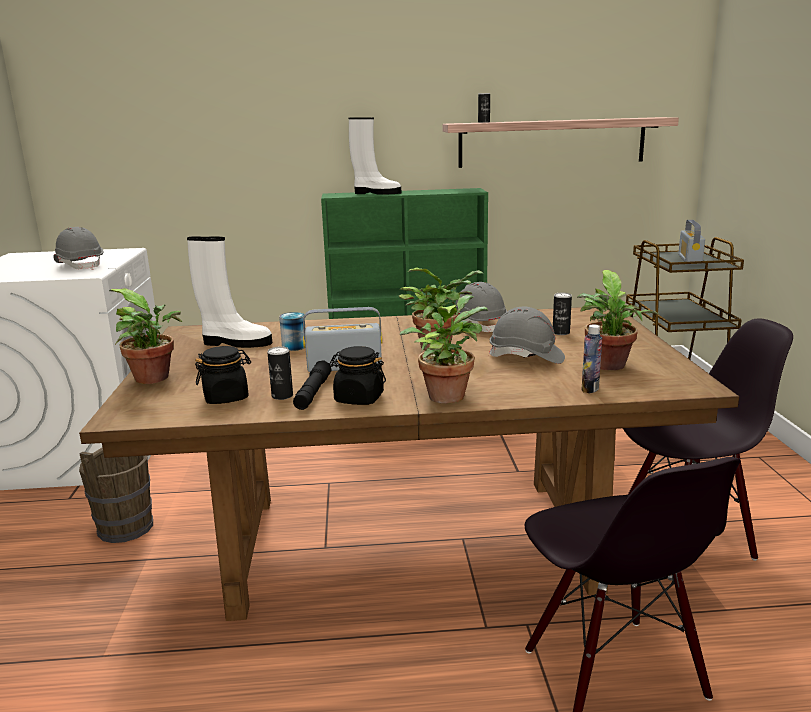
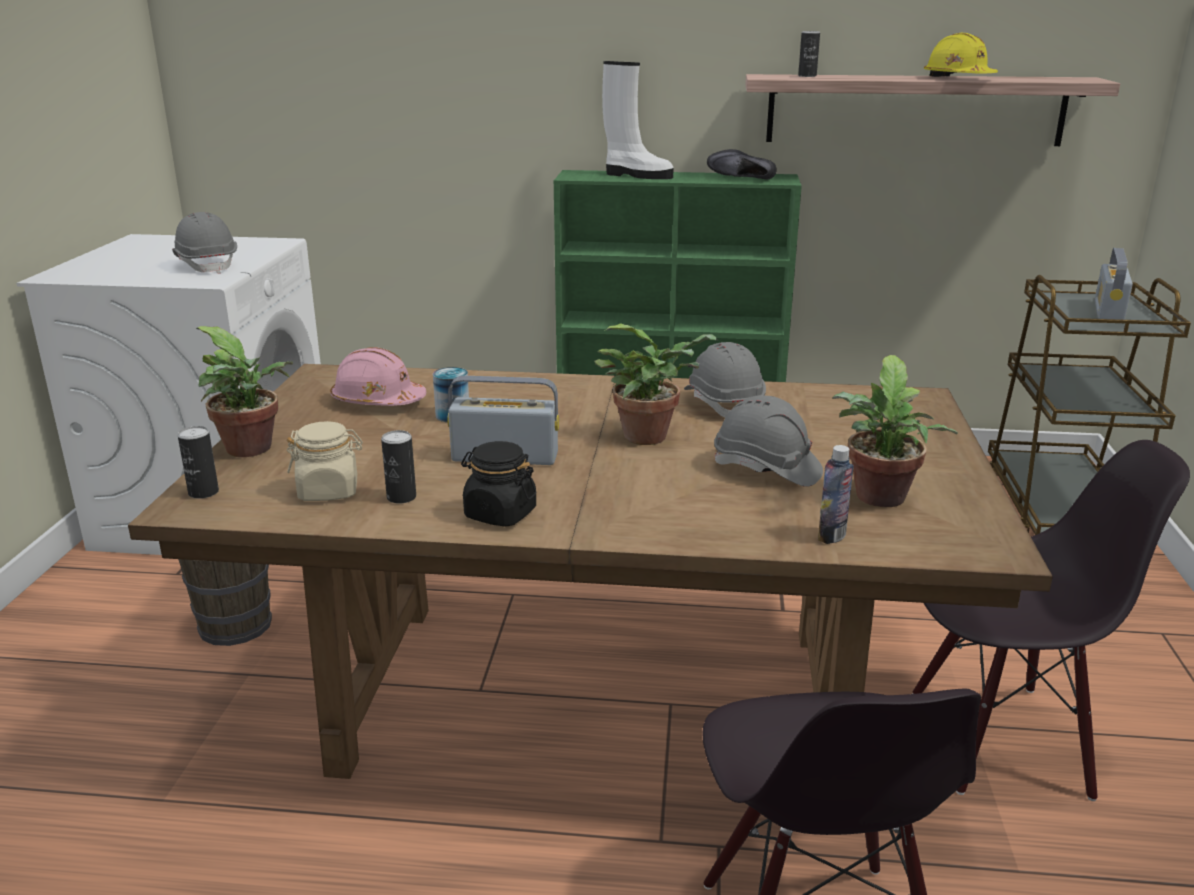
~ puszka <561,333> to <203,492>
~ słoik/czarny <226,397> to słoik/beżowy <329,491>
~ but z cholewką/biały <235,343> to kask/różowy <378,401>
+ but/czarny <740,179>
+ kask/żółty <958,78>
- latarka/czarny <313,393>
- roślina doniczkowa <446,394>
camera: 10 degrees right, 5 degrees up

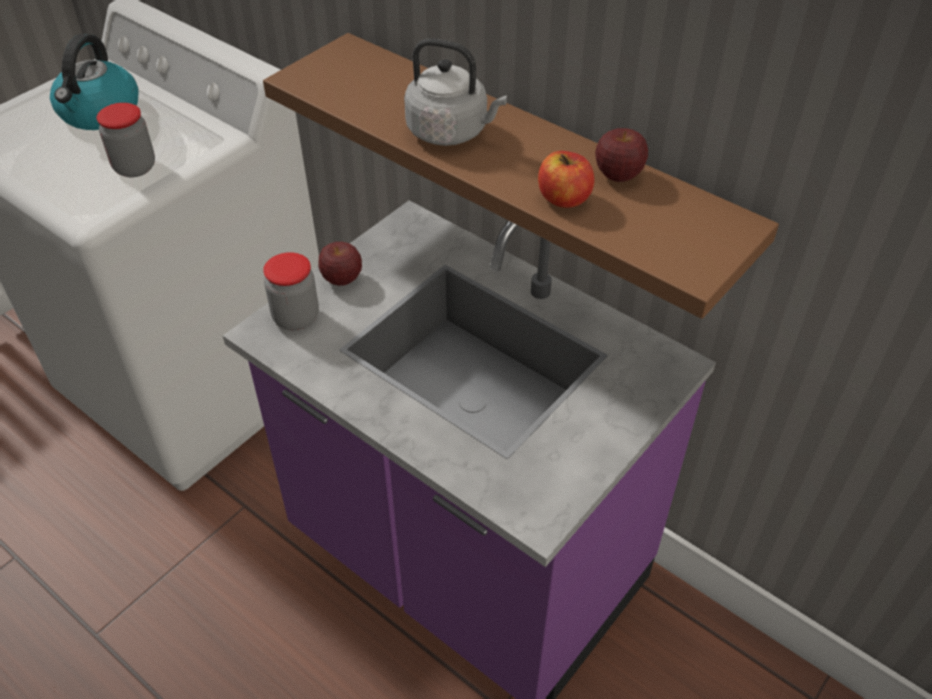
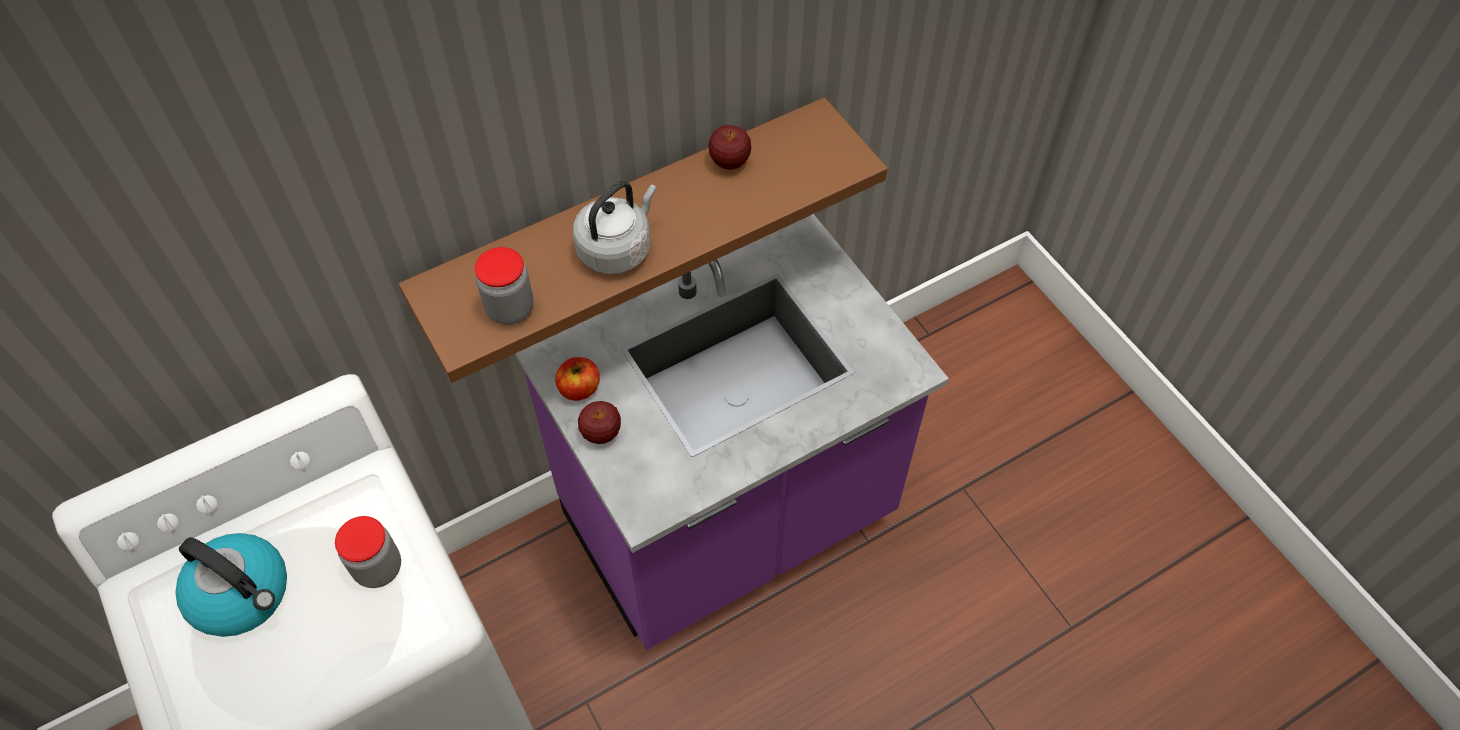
~ słoik <296,318> to <510,309>
~ jabłko <564,198> to <579,388>
camera: 70 degrees left, 10 degrees up

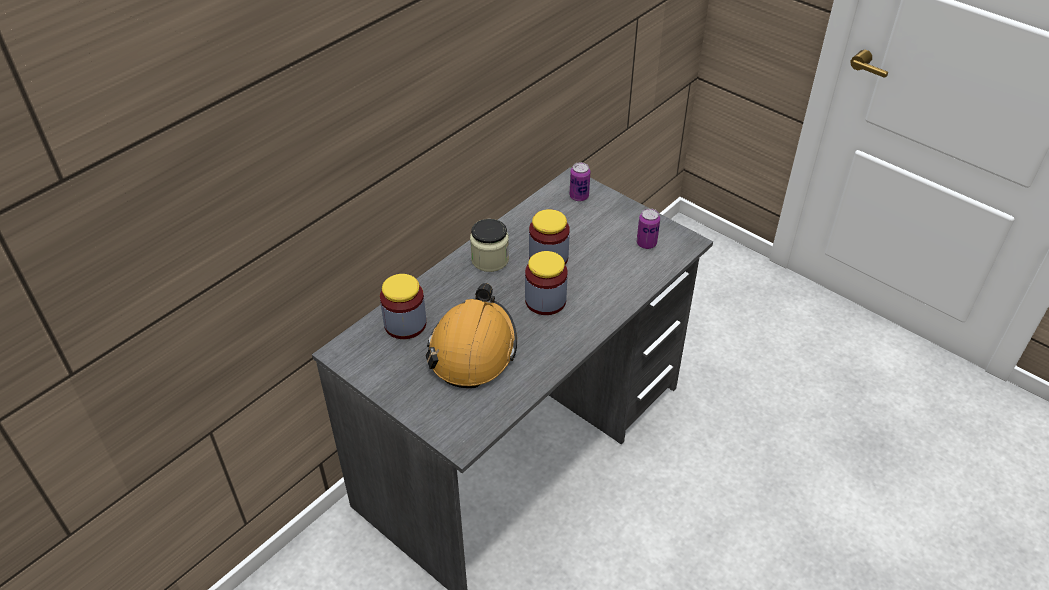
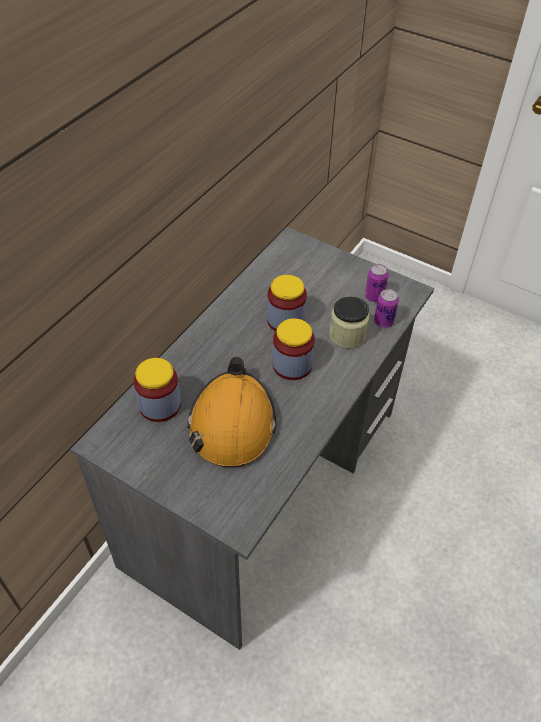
~ słoik <490,259> to <347,335>
~ puszka <579,196> to <383,322>
camera: 10 degrees left, 5 degrees up

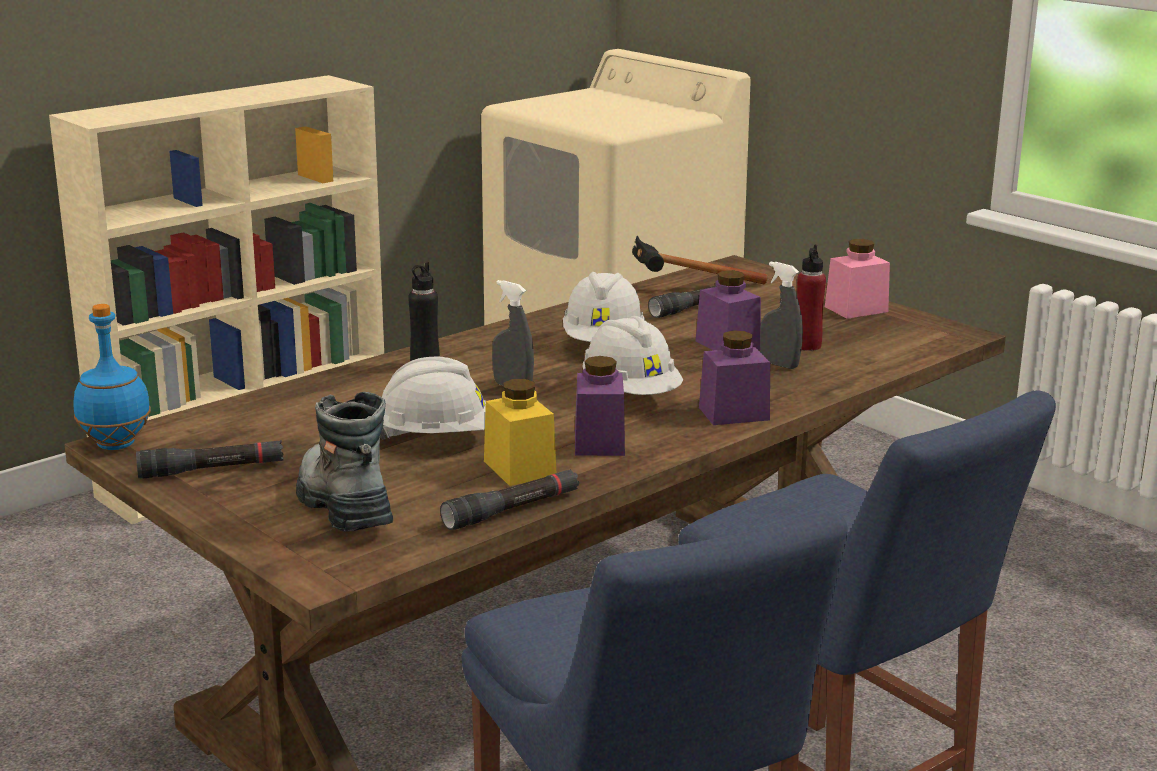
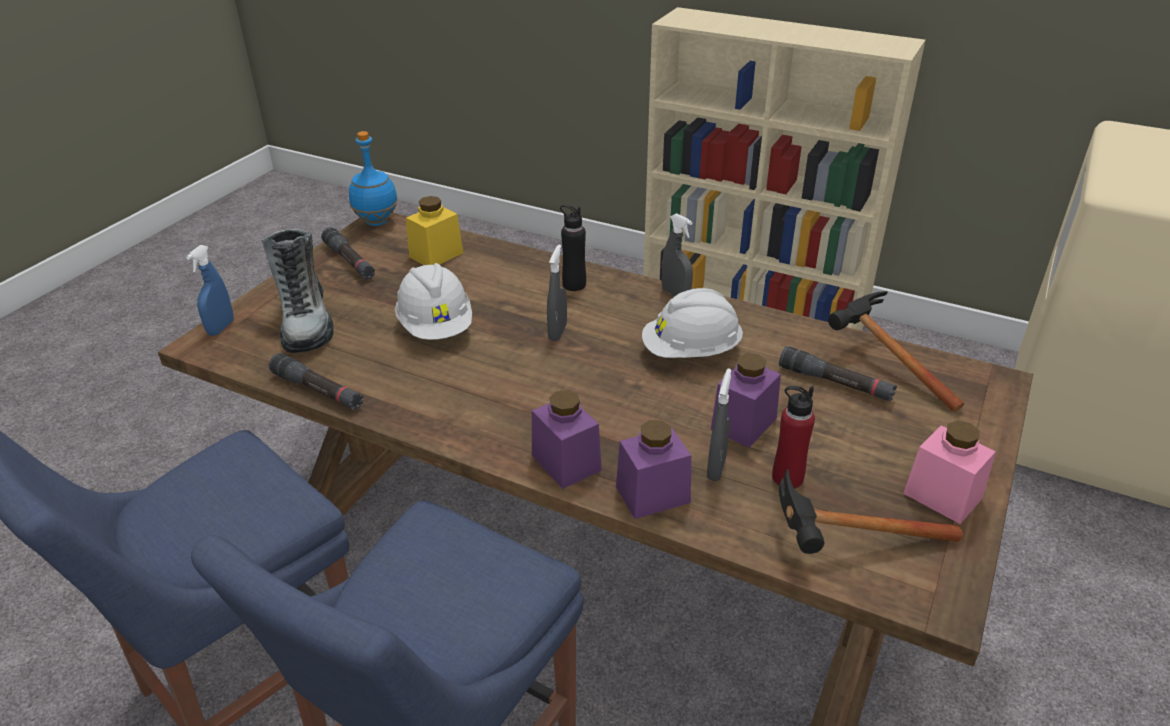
+ spryskiwacz/niebieski <221,328>
~ but z cholewką <343,507> = <306,322> 120 degrees clockwise
~ słoik/żółty <519,468> to <436,255>
~ słoik/fioletowy <599,442> to <652,494>
+ spryskiwacz/szary <675,294>
+ młotek <843,547>
- kask/biały <631,394>
camera: 70 degrees right, 15 degrees up

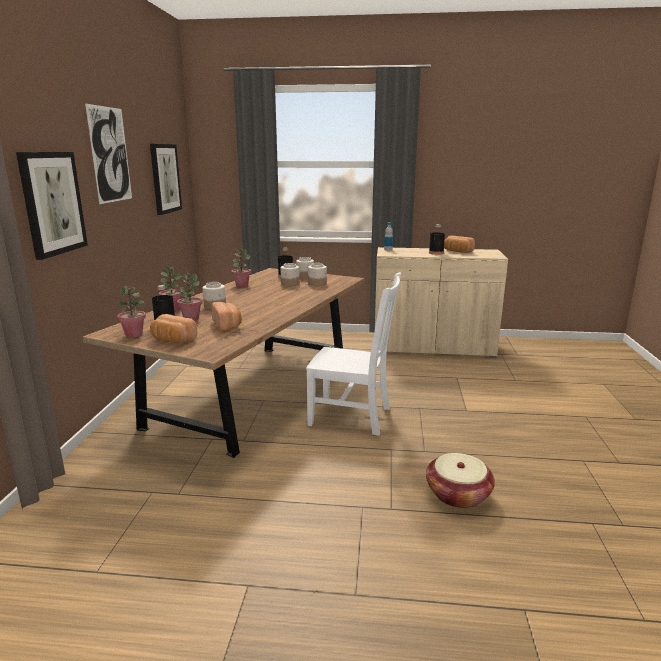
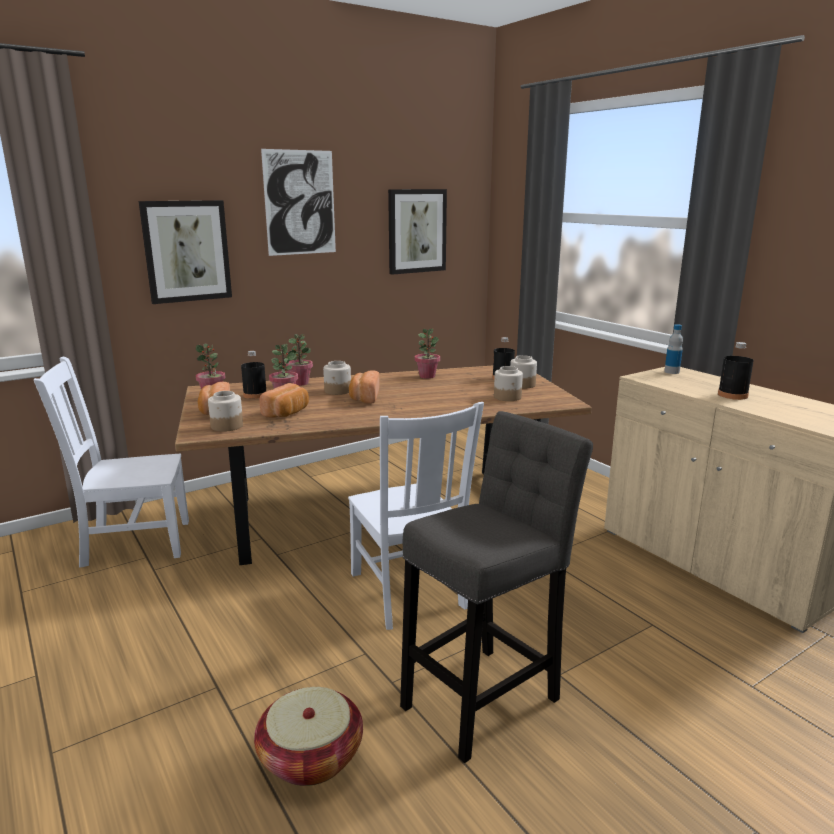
+ krzesło/biały <133,543>
~ słoik <290,284> to <226,426>
~ chleb <457,252> to <364,398>
+ stołek/szary <486,697>
camera: 50 degrees right, 0 degrees up

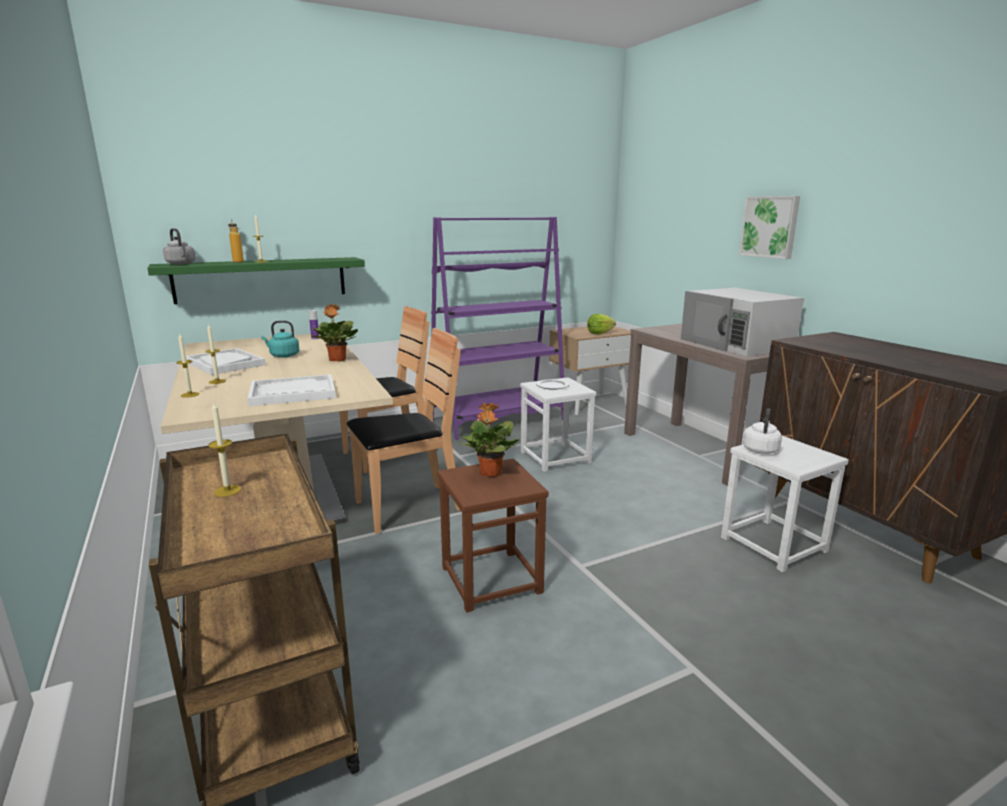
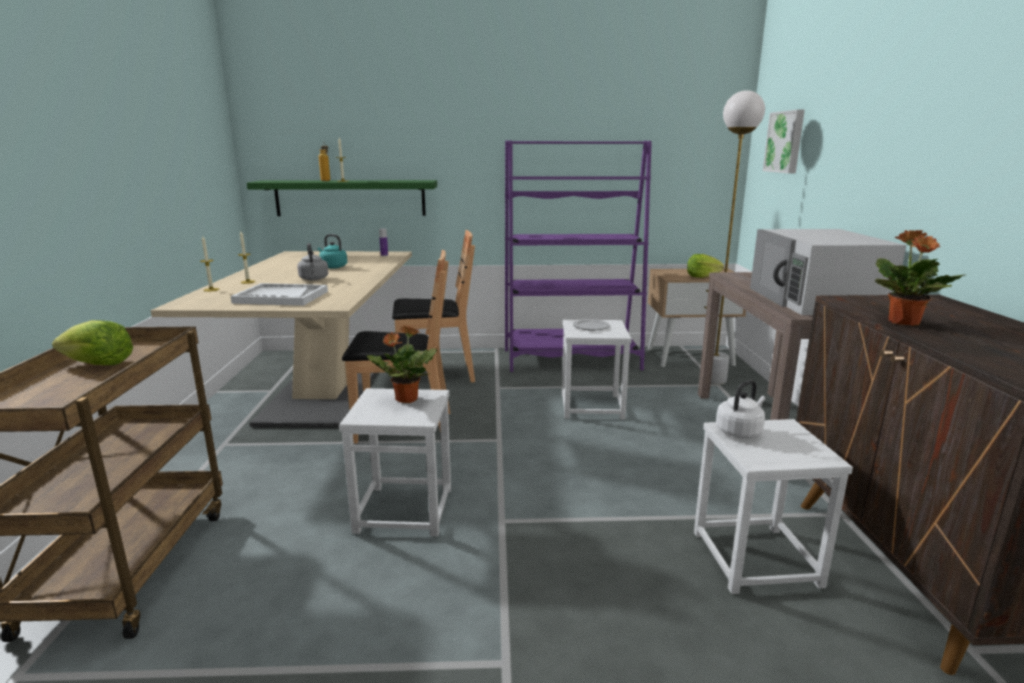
~ świeca <227,491> to sałata <98,364>
~ czajnik/szary <181,264> to <314,279>
~ stołek/brązowy <491,579> to stołek/biały <404,509>
+ lampa stojąca/biały <713,380>
~ obraz <770,227> to <785,142>
~ roślina doniczkowa <337,360> to <903,323>
- taca/biały <225,363>
camera: 25 degrees right, 0 degrees up

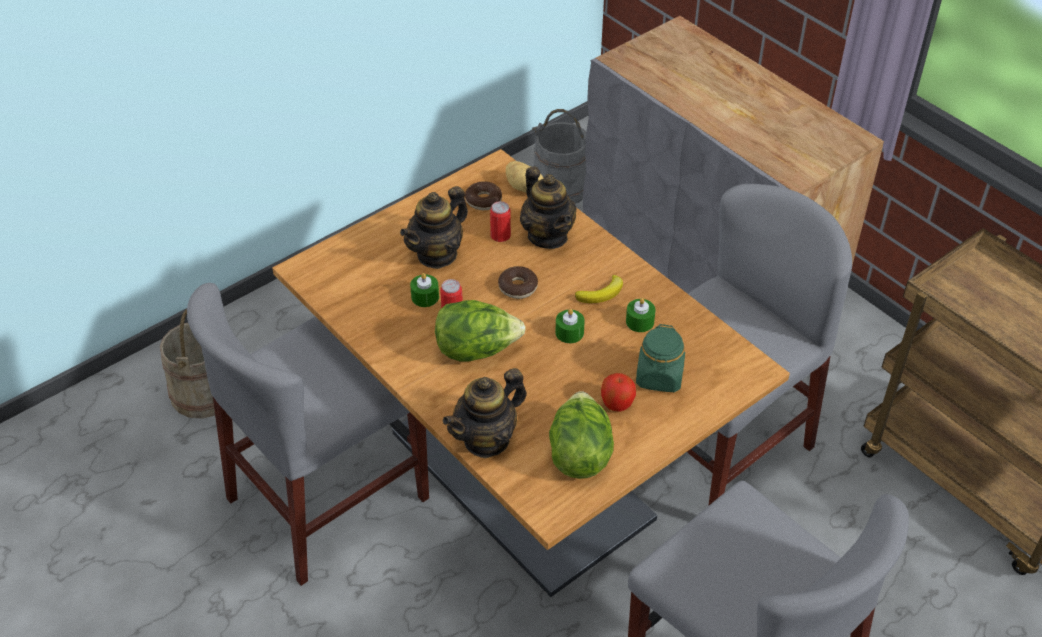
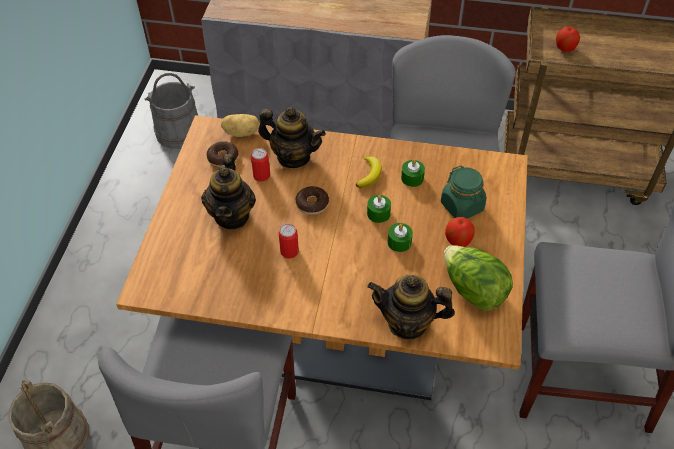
~ imbryk <487,439> = <408,323> 90 degrees clockwise
~ świeca/zielony <425,297> to <399,242>
+ jabłko <565,48>
- sałata <477,350>
camera: 40 degrees left, 5 degrees up

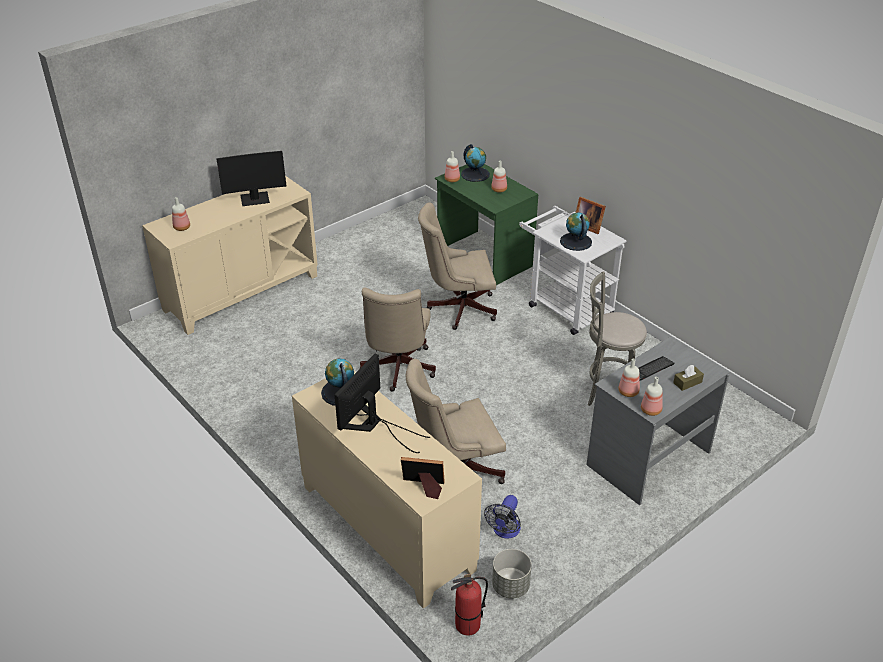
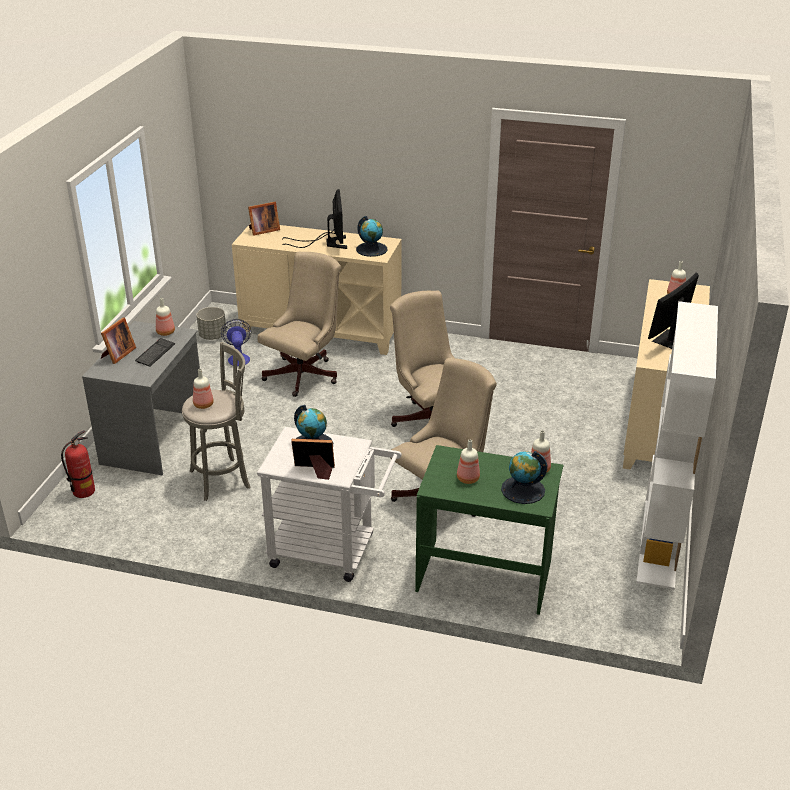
~ gaśnica <467,625> to <84,491>
~ pudełko chusteczek/brązowy <687,382> to ramka na zdjęcie <117,355>
~ butelka <651,410> to <203,405>
+ regał/biały <660,543>
camera: 145 degrees right, 5 degrees down

